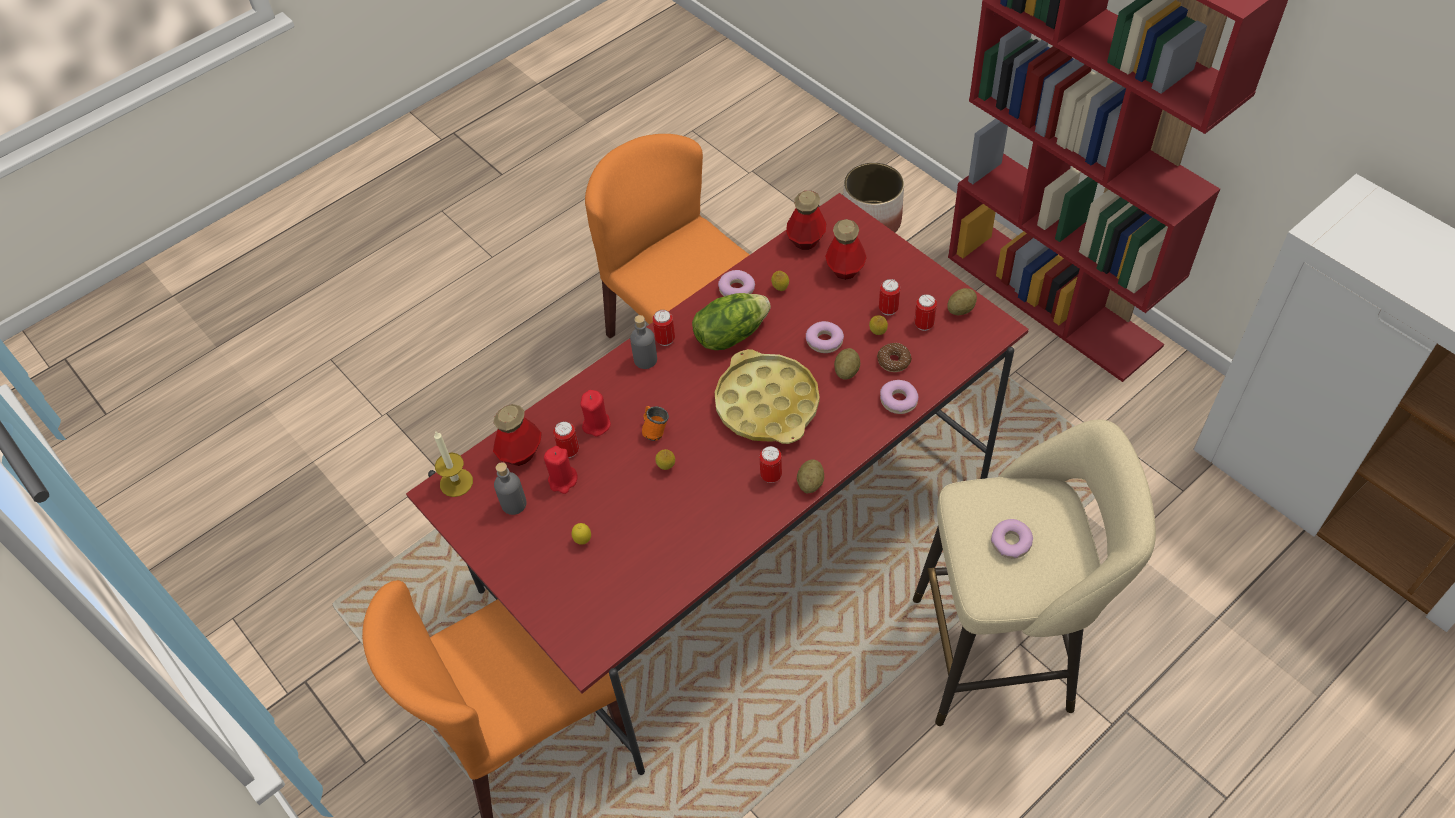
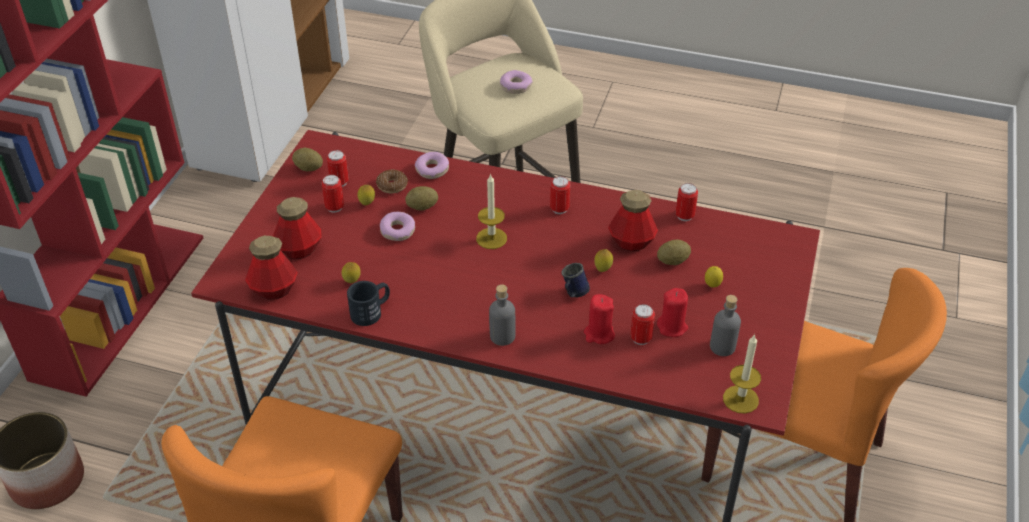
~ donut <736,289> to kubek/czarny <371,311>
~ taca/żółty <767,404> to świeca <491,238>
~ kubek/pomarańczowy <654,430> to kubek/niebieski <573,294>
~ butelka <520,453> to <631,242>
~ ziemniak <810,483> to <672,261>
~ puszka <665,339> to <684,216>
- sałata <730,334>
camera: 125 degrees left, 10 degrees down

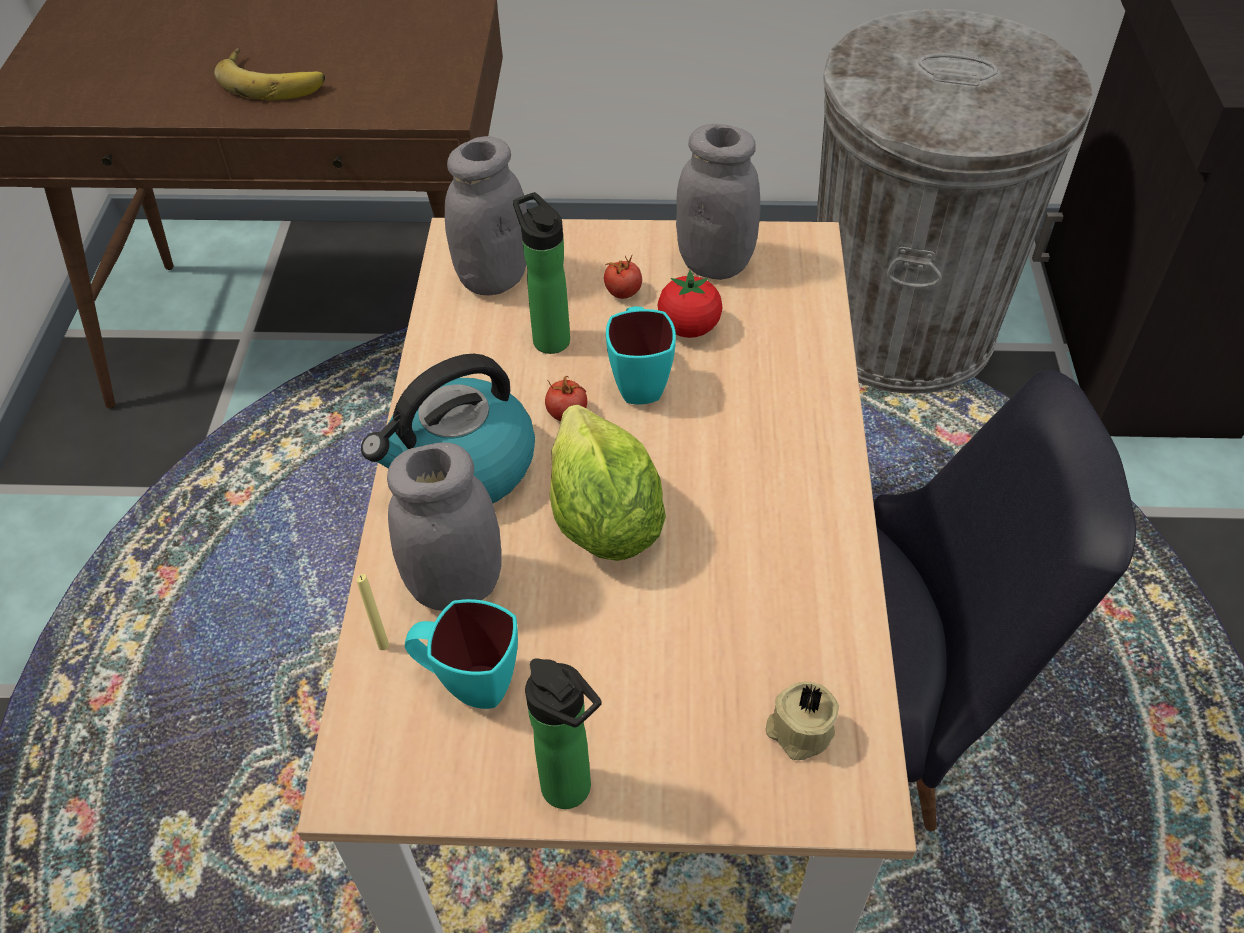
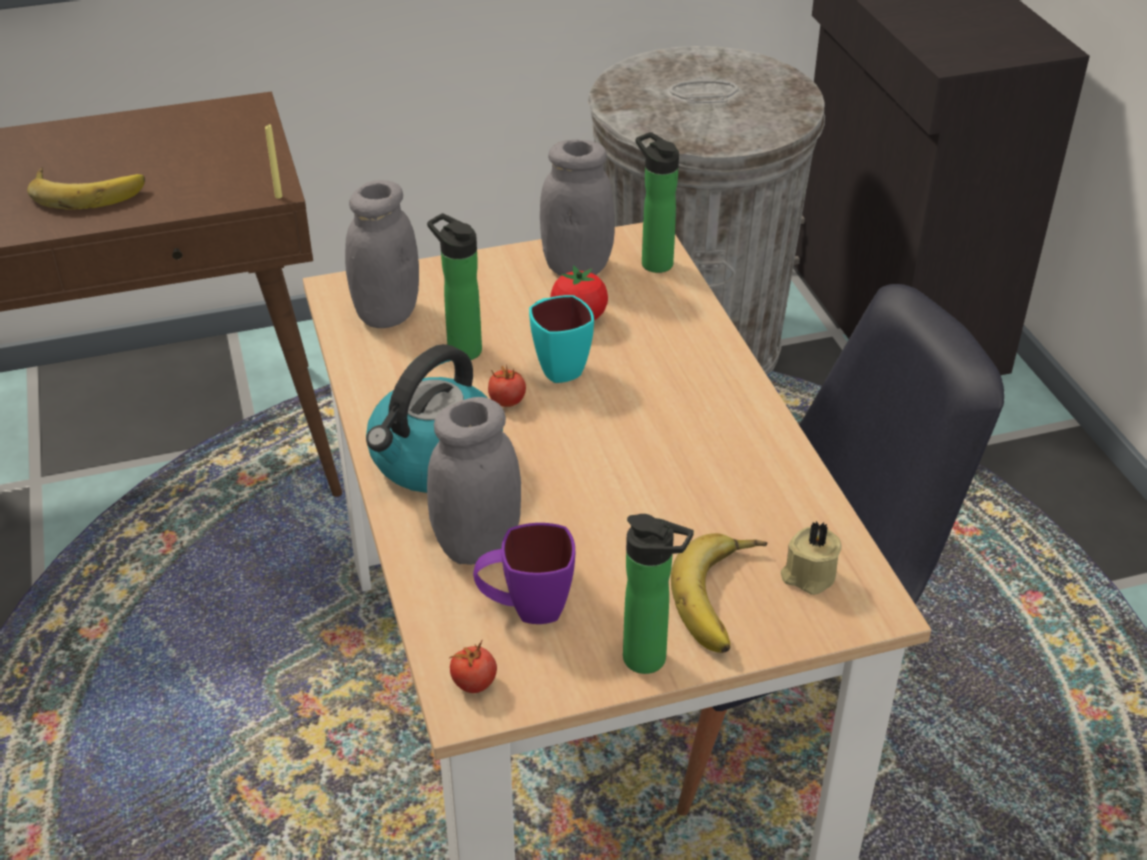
~ świeca/żółty <383,645> to <278,196>
~ pomidor <623,292> to <474,683>
~ kubek/turkusowy <468,683> to kubek/fioletowy <525,609>
+ butelka <653,262>
+ banan <726,599>
- sałata <603,520>
camera: 20 degrees left, 10 degrees down

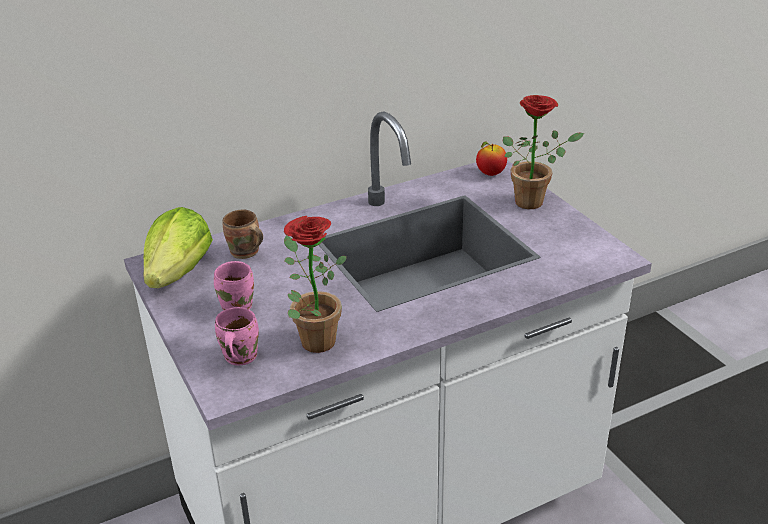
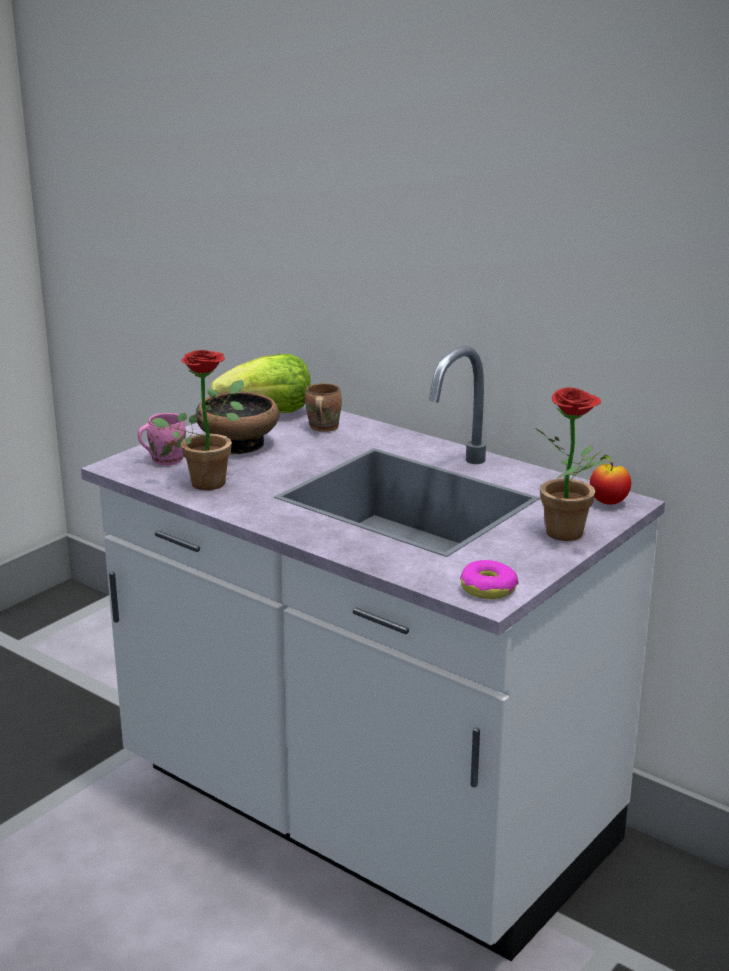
~ kubek/różowy <239,305> to miska <239,444>
+ donut <488,588>
camera: 65 degrees right, 10 degrees down

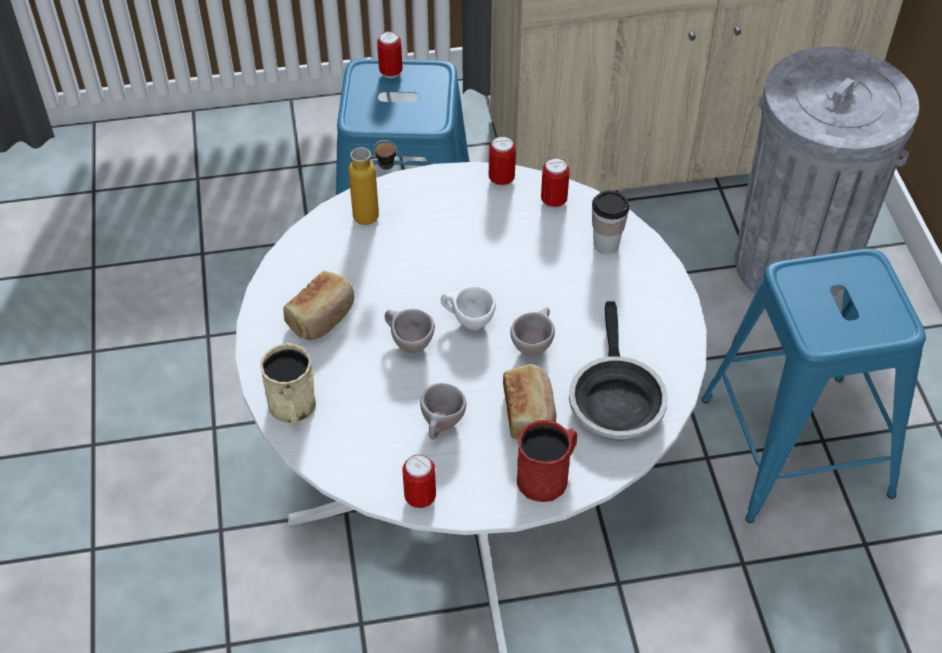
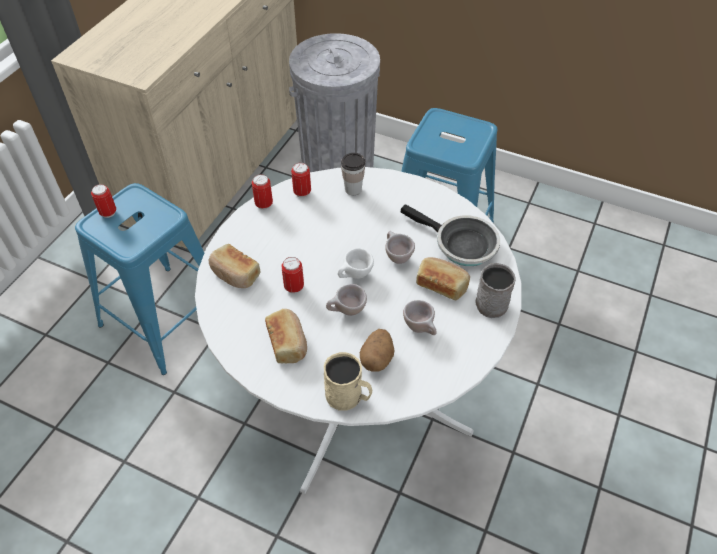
~ butelka <377,217> to chleb <235,274>
~ puszka <420,498> to <294,287>
+ ziemniak <377,358>
~ kubek/czerwony <548,476> to kubek/szary <490,300>
camera: 55 degrees left, 0 degrees up

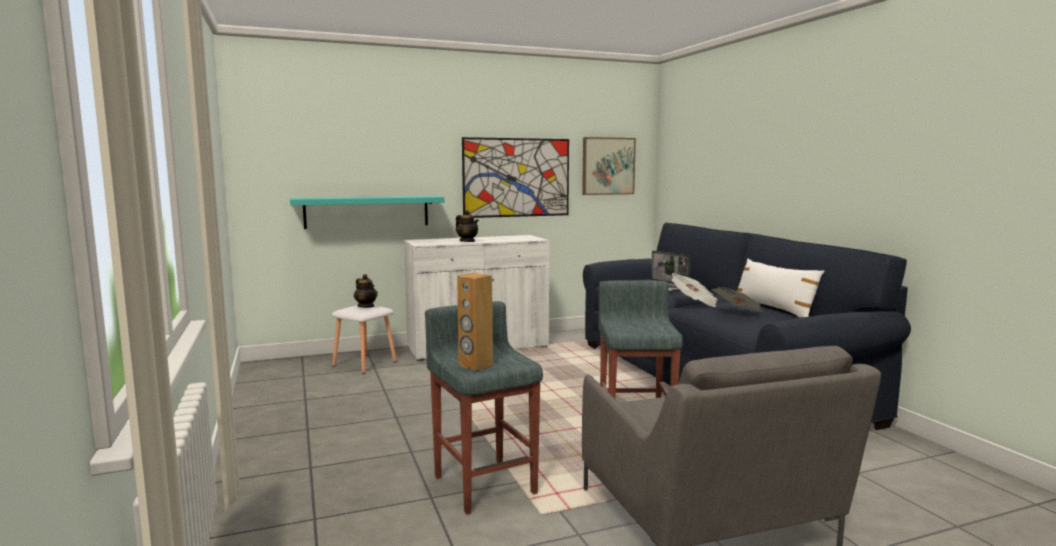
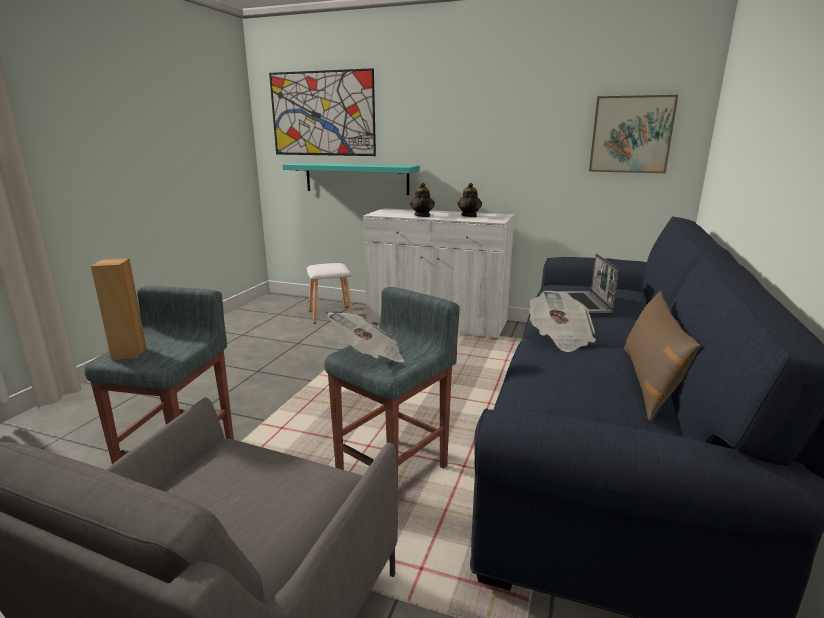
~ obraz <516,177> to <322,114>
~ gazeta <738,313> to <368,355>
~ imbryk <366,306> to <469,216>
~ poduszka/biały <774,309> to poduszka/brązowy <649,381>
camera: 40 degrees right, 10 degrees up

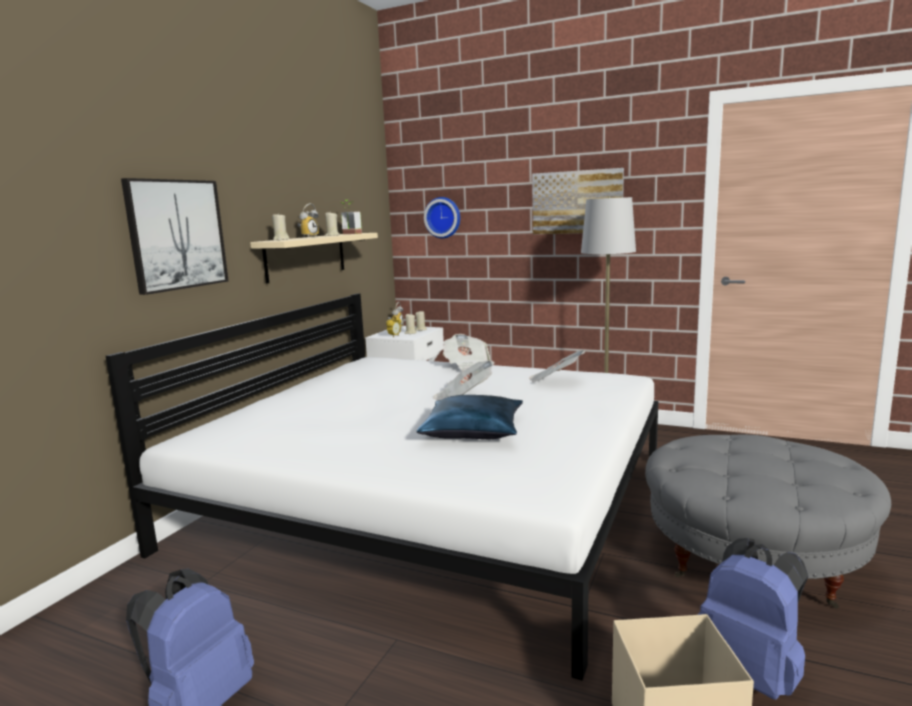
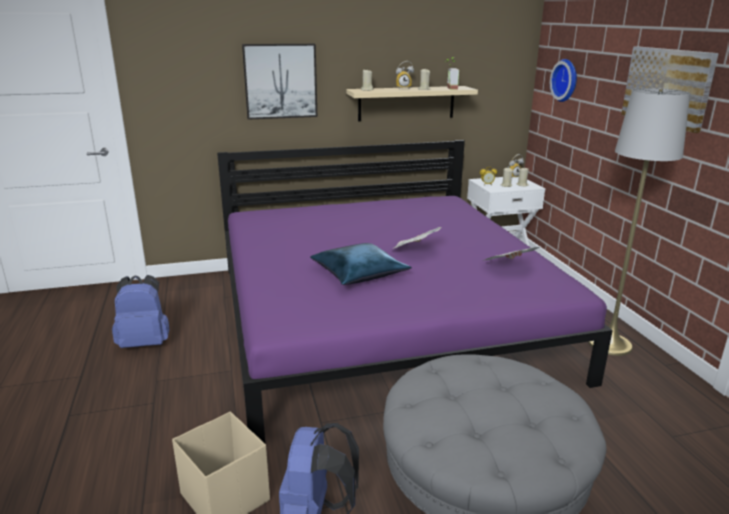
~ łóżko/biały <432,500> to łóżko/fioletowy <382,318>
- gazeta <467,366>
camera: 50 degrees right, 10 degrees up

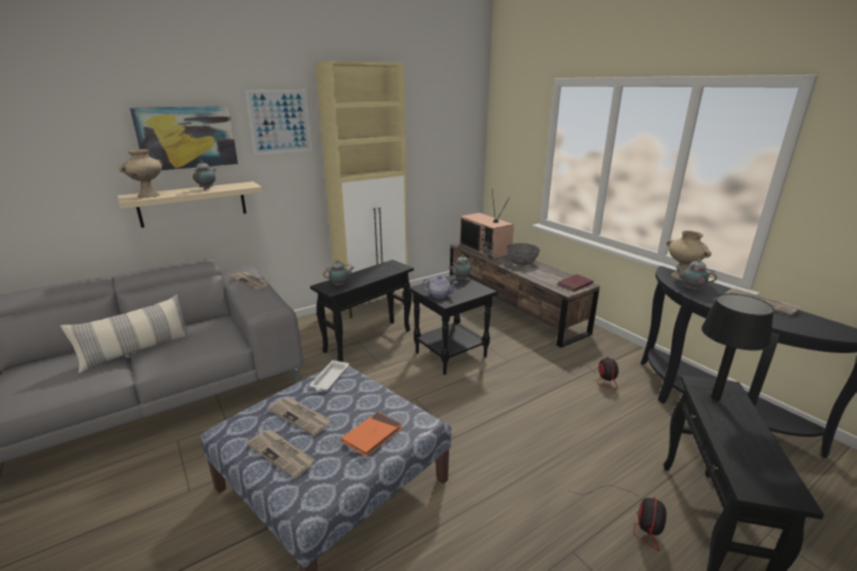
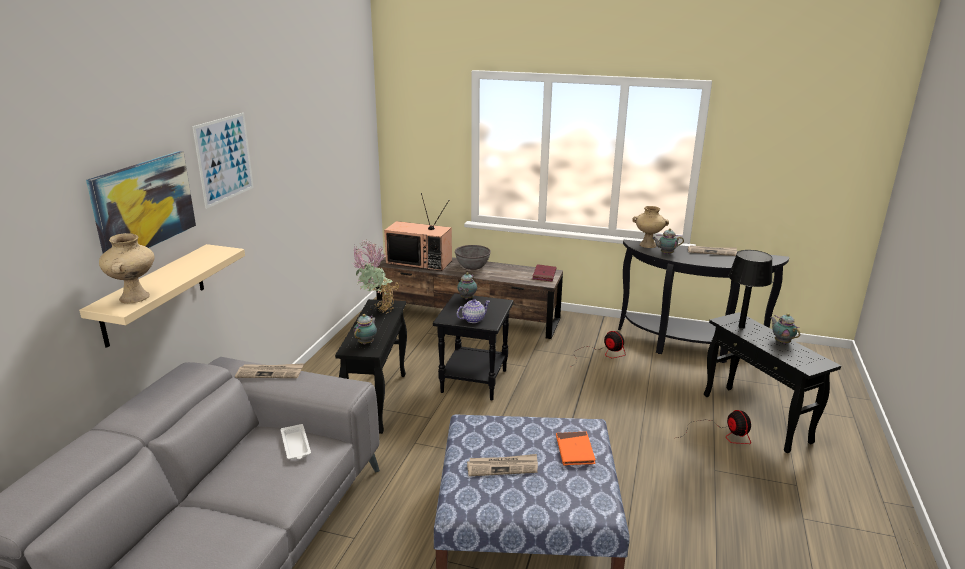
~ taca/biały <329,378> to <296,445>
+ roślina doniczkowa <377,310>
~ imbryk <208,189> to <781,341>
- poduszka <137,350>
- gazeta <281,454>
- szafka/beżowy <374,305>
camera: 40 degrees left, 0 degrees up

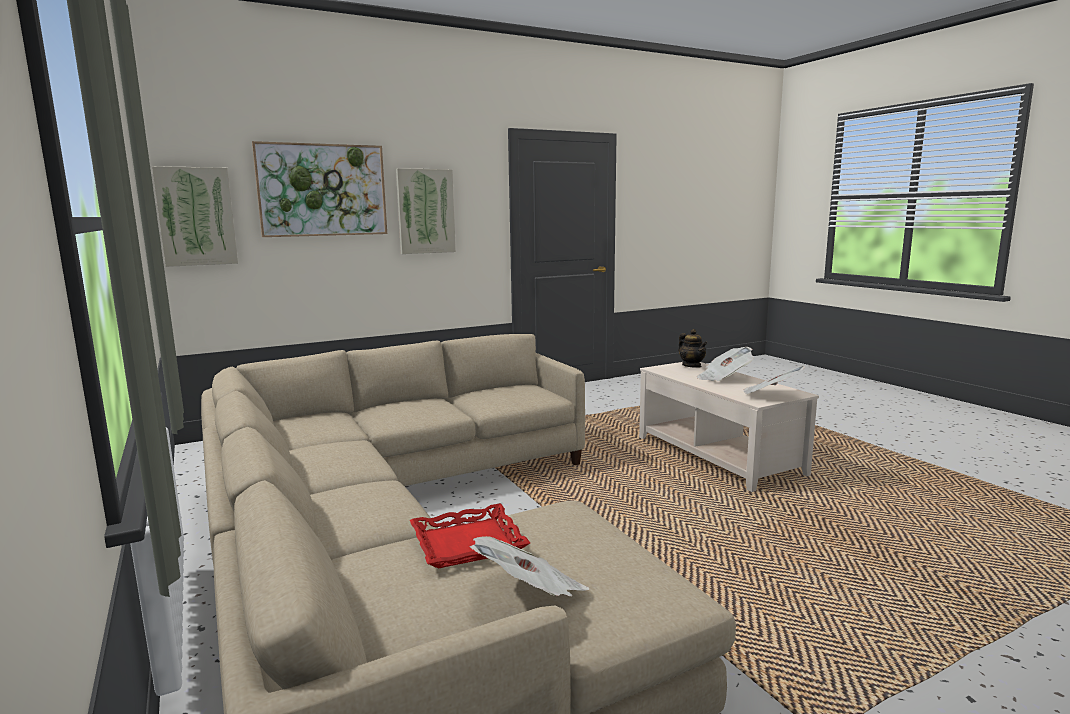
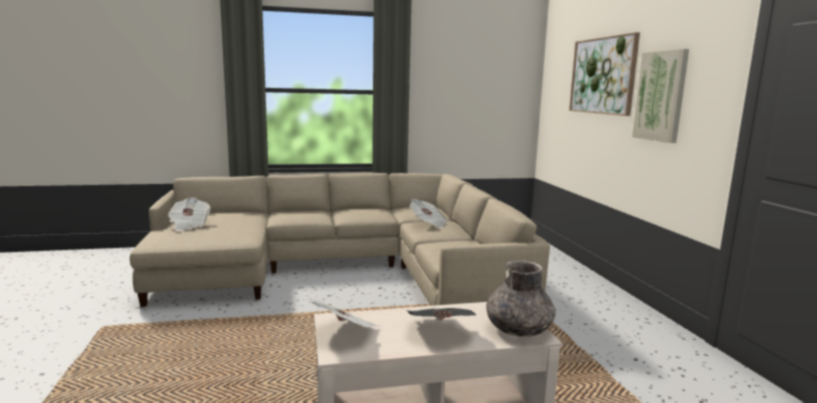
+ gazeta <428,224>
~ imbryk <692,366> to wazon/szary <518,330>
- obraz <196,216>
- taca/czerwony <468,542>
camera: 105 degrees right, 0 degrees up

